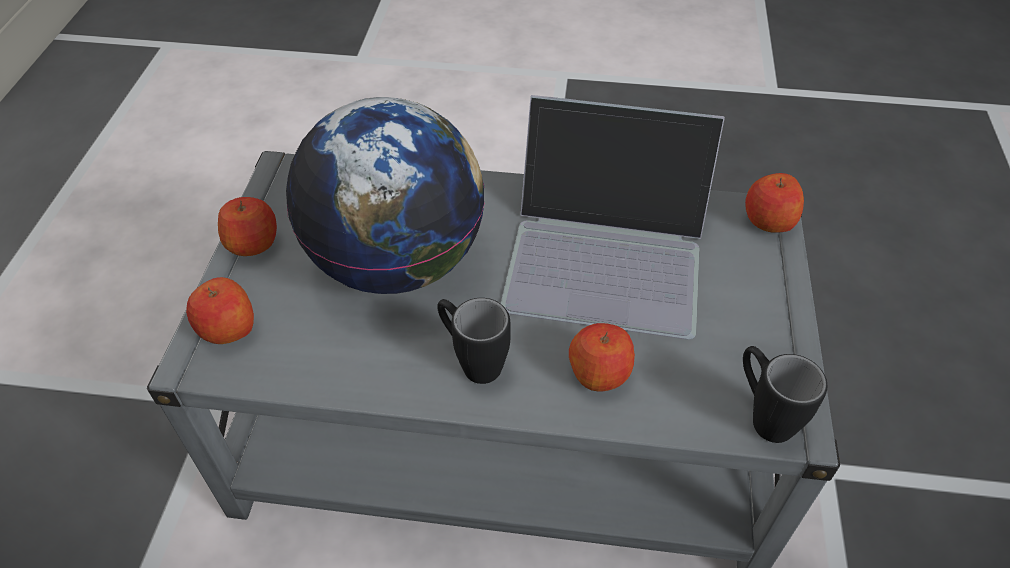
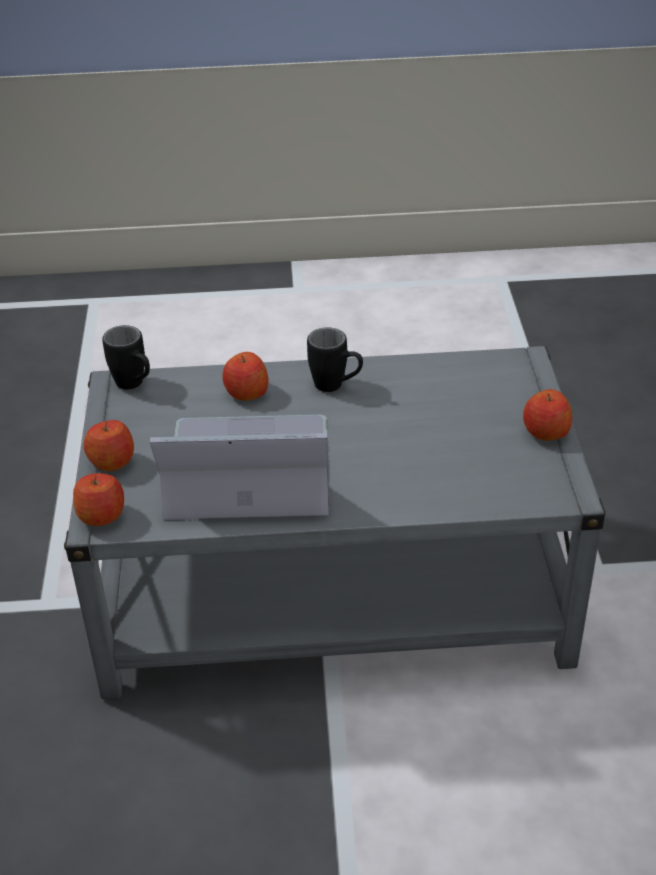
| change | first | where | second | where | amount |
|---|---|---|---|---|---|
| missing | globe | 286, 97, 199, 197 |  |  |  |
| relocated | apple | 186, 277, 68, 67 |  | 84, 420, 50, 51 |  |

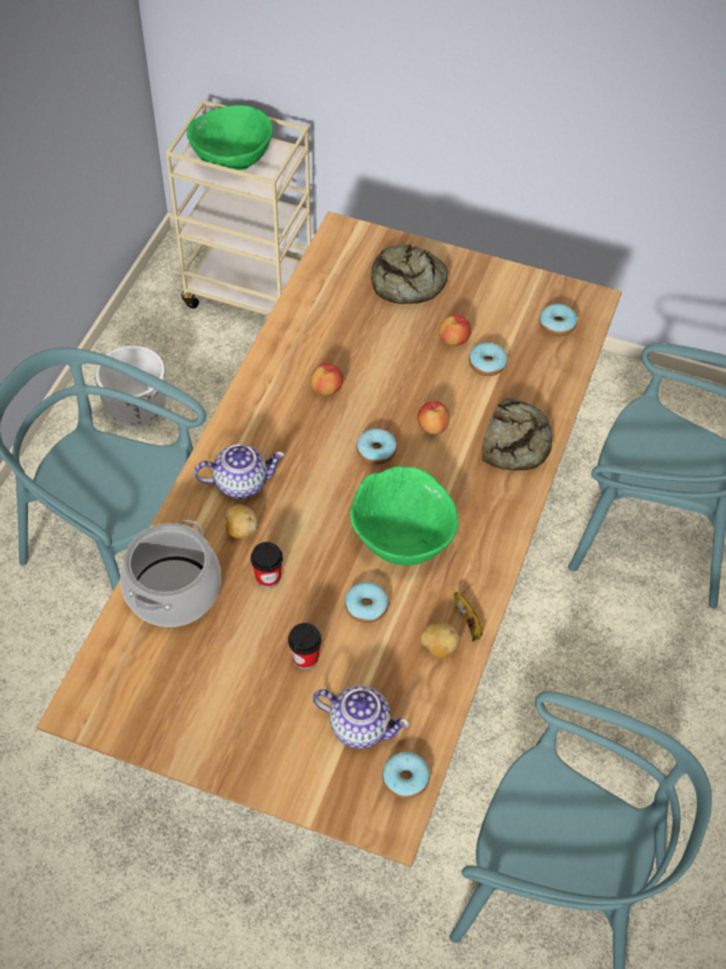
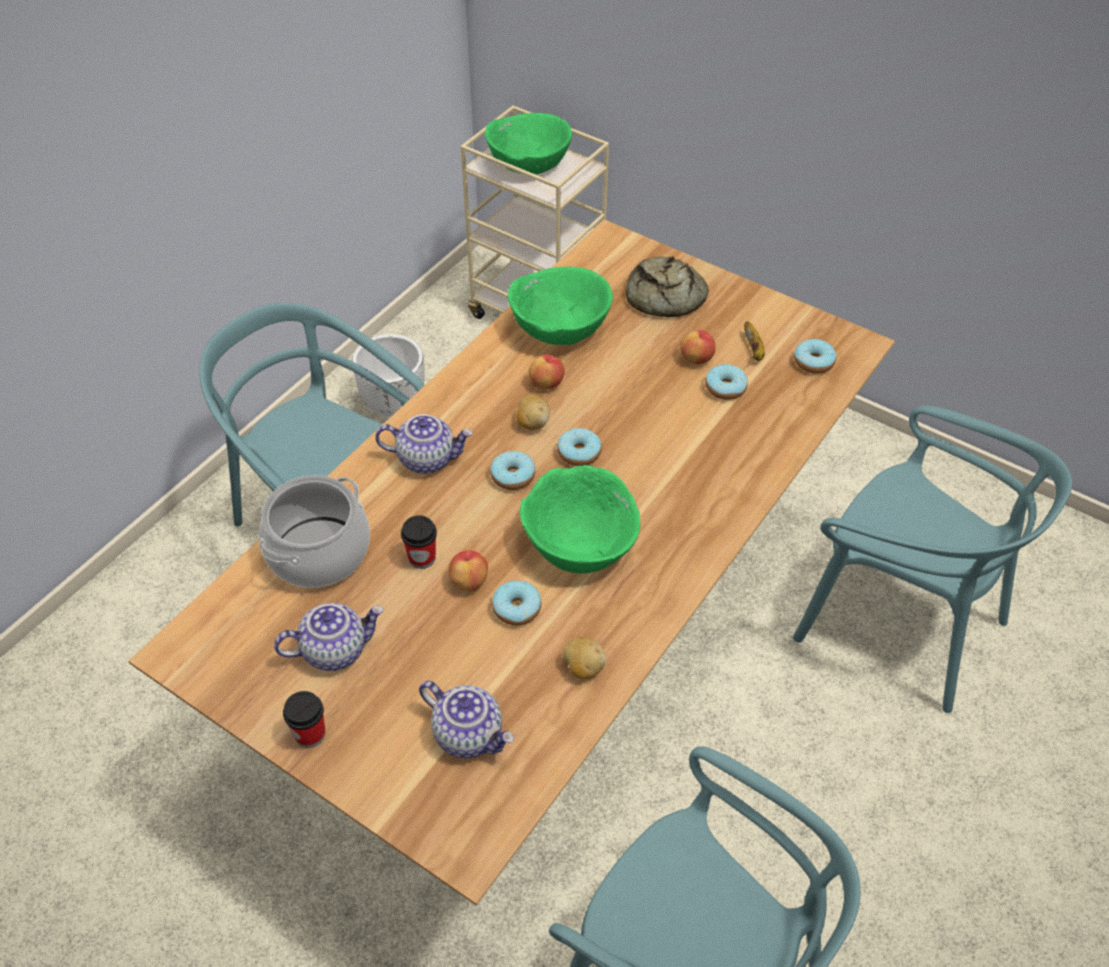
| change | first | where | second | where | amount |
|---|---|---|---|---|---|
| missing | bread | 482, 398, 70, 73 |  |  |  |
| relocated | apple | 417, 401, 33, 34 |  | 449, 550, 39, 41 |  |
| relocated | potato | 225, 504, 33, 35 |  | 516, 395, 34, 35 |  |
| relocated | banana | 454, 592, 29, 50 |  | 744, 321, 21, 40 |  |
| relocated | cup | 288, 623, 34, 47 |  | 283, 691, 42, 57 |  |
| relocated | donut | 382, 752, 48, 47 |  | 490, 450, 45, 40 |  |
| appeared |  |  | bowl (green) | 508, 267, 105, 78 |  |
| appeared |  |  | teapot | 274, 603, 110, 68 |  |

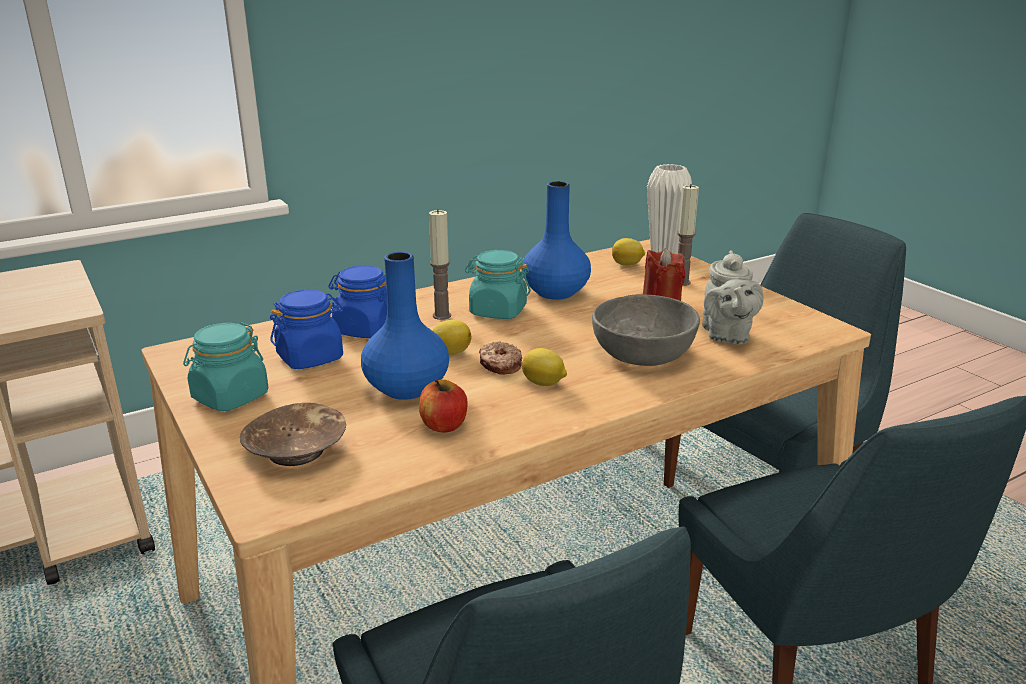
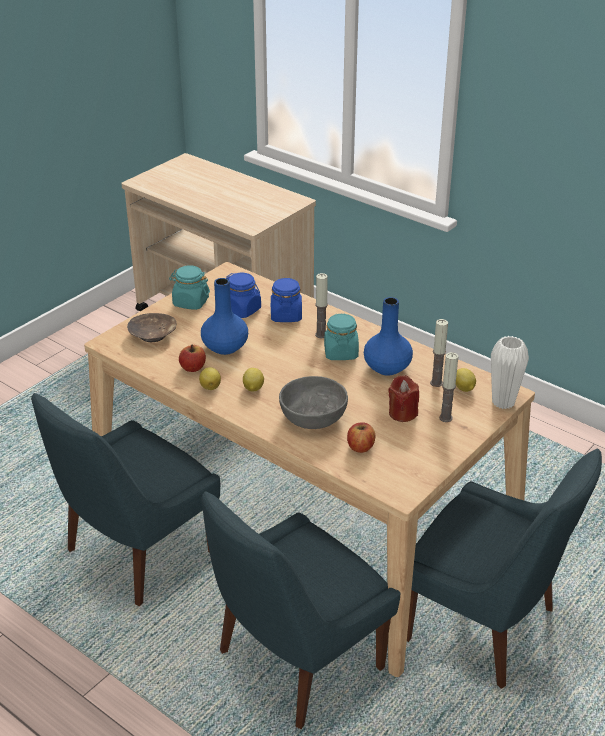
| change | first | where | second | where | amount |
|---|---|---|---|---|---|
| exchanged | teapot (grey) | 702, 250, 62, 94 | apple | 347, 422, 28, 31 |  |
| relocated | lemon | 433, 320, 38, 35 |  | 199, 367, 22, 23 |  |
| missing | donut | 479, 341, 43, 34 |  |  |  |
| appeared |  |  | candle | 430, 319, 18, 68 |  |

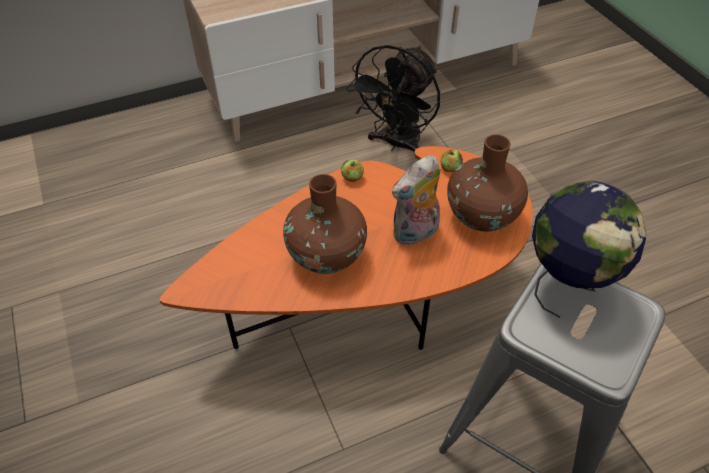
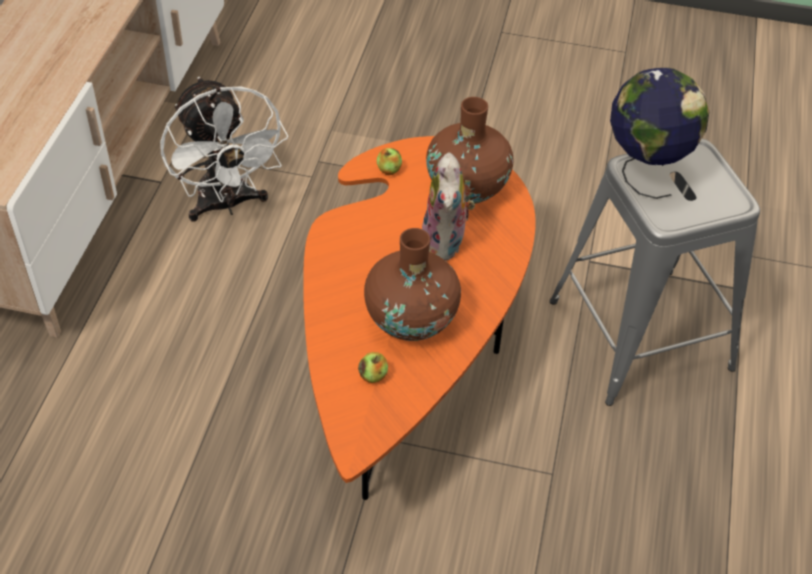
| change | first | where | second | where | amount |
|---|---|---|---|---|---|
| colour | fan (black) | 346, 45, 94, 107 | fan (white) | 160, 77, 129, 145 |  |
| relocated | apple | 341, 159, 23, 23 |  | 358, 352, 30, 31 |  |

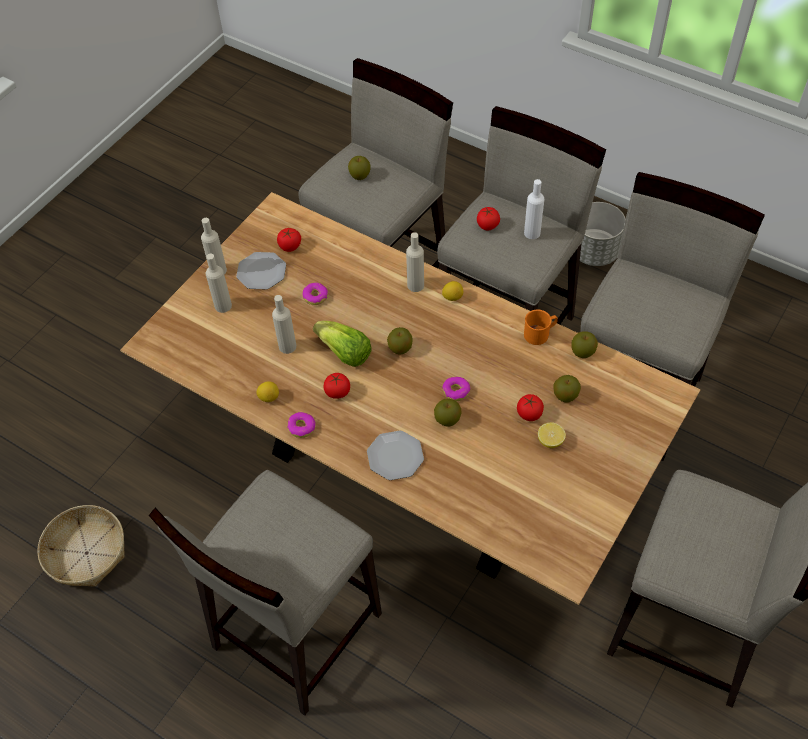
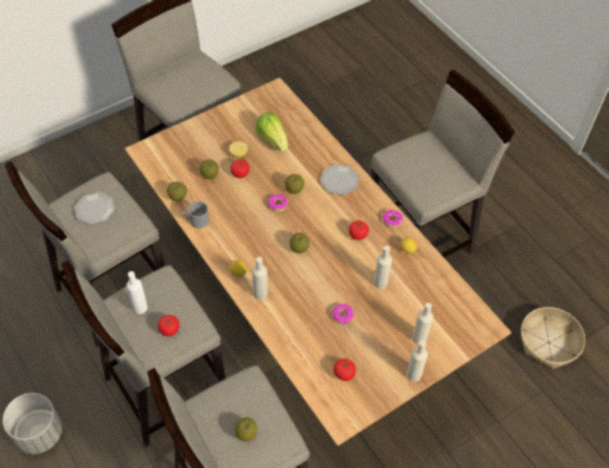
| change | first | where | second | where | amount |
|---|---|---|---|---|---|
| relocated | plate | 236, 252, 50, 37 |  | 75, 192, 40, 33 |  |
| colour | mug (orange) | 524, 309, 34, 36 | mug (grey) | 181, 201, 28, 27 |  |
| relocated | lettuce | 313, 321, 59, 46 |  | 256, 112, 32, 40 |  |

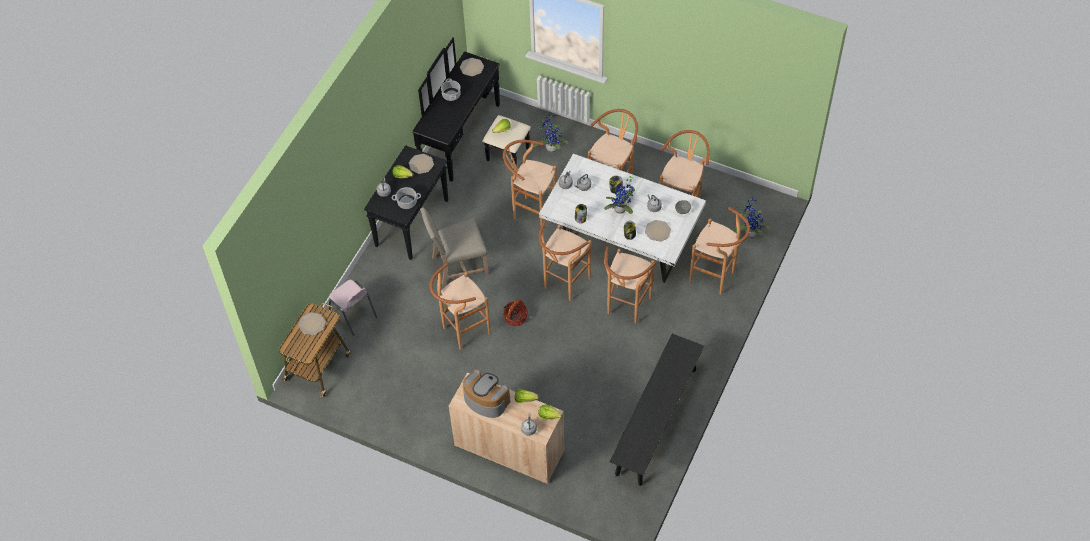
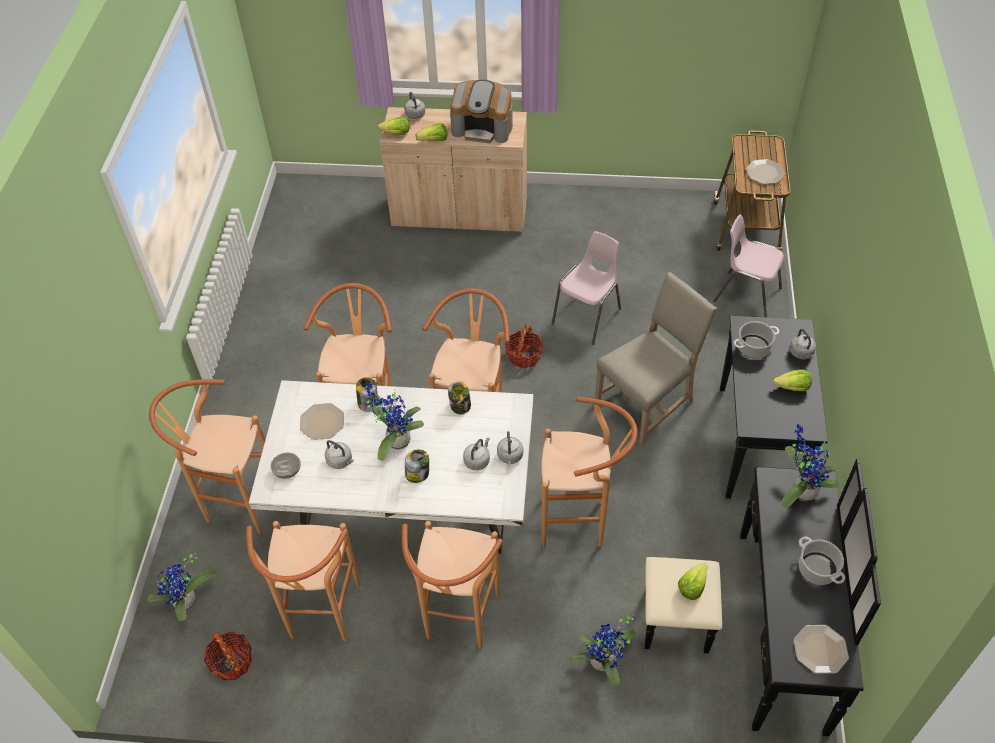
| change | first | where | second | where | amount |
|---|---|---|---|---|---|
| missing | plate | 409, 154, 25, 20 |  |  |  |
| exchanged | stool (brown) | 429, 263, 61, 87 | chair (pink) | 552, 231, 69, 114 |  |
| missing | bench (black) | 610, 334, 94, 152 |  |  |  |
| appeared |  |  | potted plant | 781, 424, 59, 83 |  |
| appeared |  |  | basket | 204, 631, 48, 49 |  |

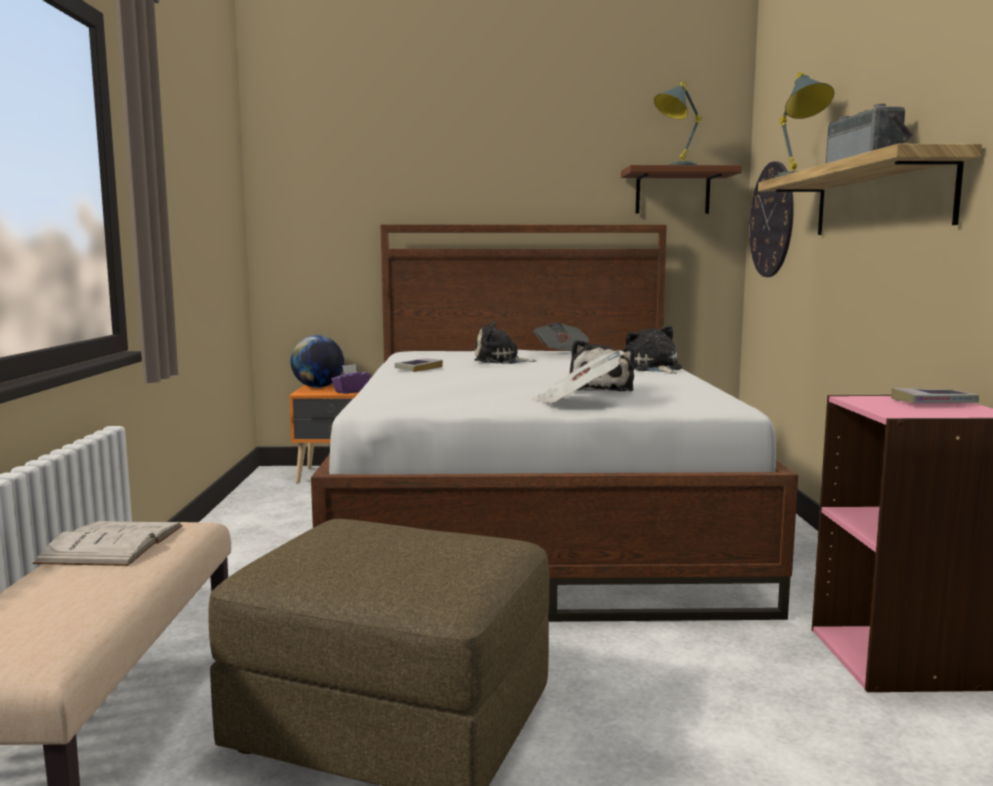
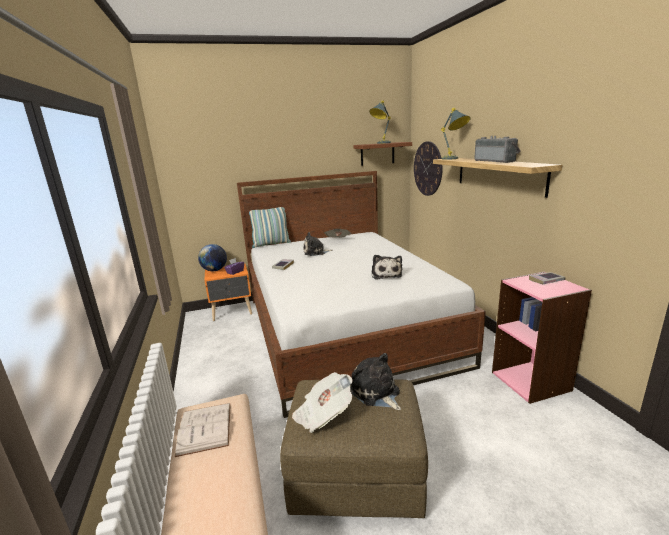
| change | first | where | second | where | amount |
|---|---|---|---|---|---|
| relocated | plush toy | 625, 326, 57, 48 |  | 351, 353, 50, 57 |  |
| relocated | newspaper | 532, 350, 93, 53 |  | 292, 372, 61, 61 |  |
| appeared |  |  | pillow | 249, 207, 42, 41 |  |

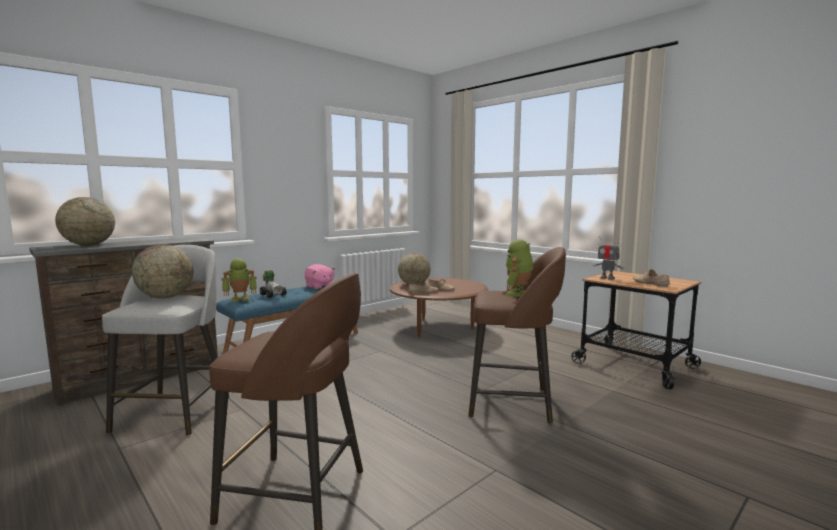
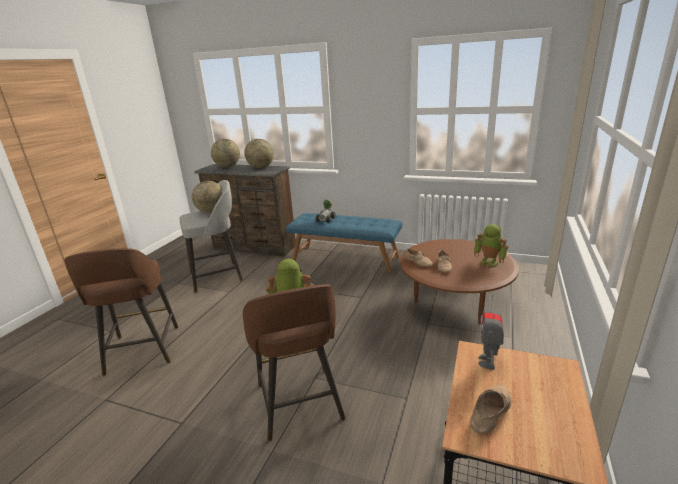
| change | first | where | second | where | amount |
|---|---|---|---|---|---|
| relocated | globe | 398, 253, 32, 32 |  | 244, 139, 30, 29 |  |
| relocated | toy robot | 222, 258, 35, 44 |  | 474, 224, 34, 44 |  |
| missing | plush toy (pink) | 305, 264, 30, 25 |  |  |  |

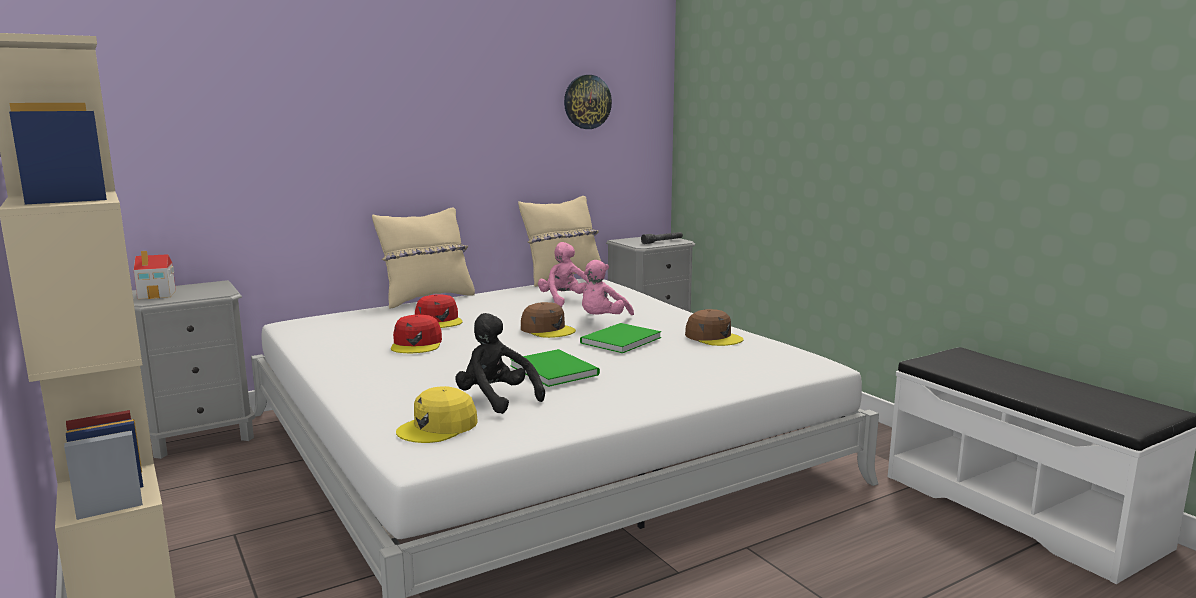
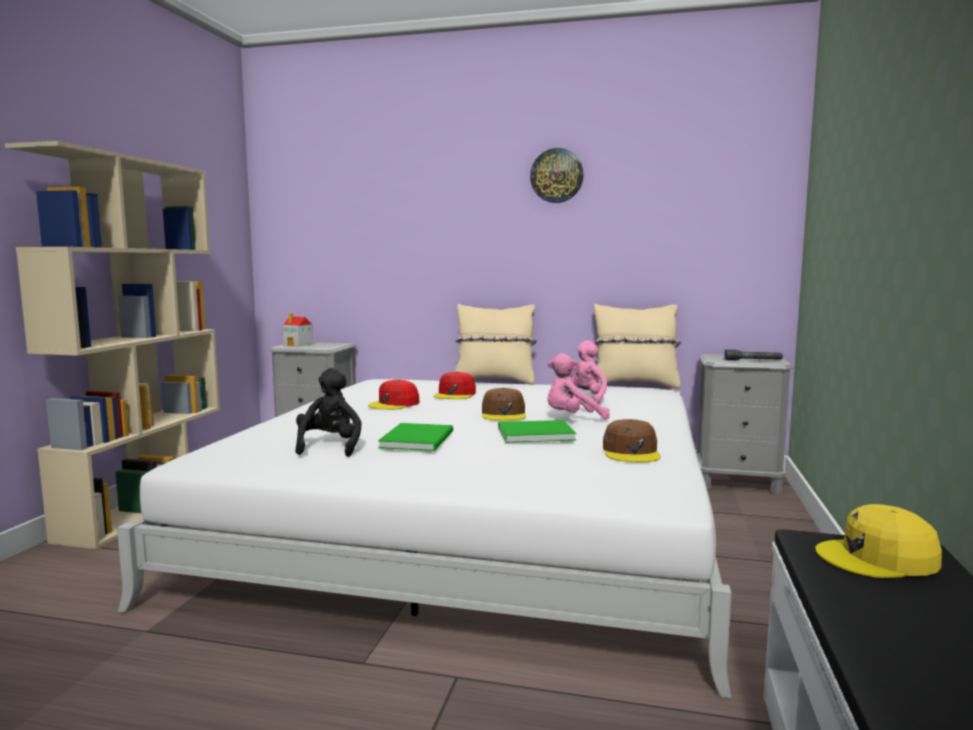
| change | first | where | second | where | amount |
|---|---|---|---|---|---|
| relocated | wall clock | 564, 75, 48, 54 |  | 530, 148, 53, 55 |  |
| relocated | cap (yellow) | 396, 386, 82, 57 |  | 815, 504, 127, 74 |  |

